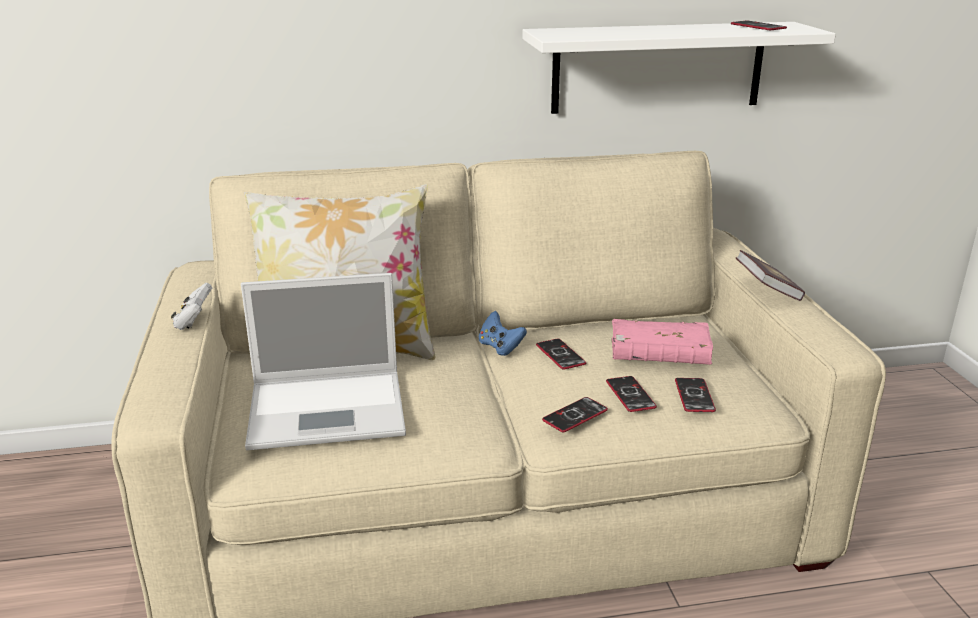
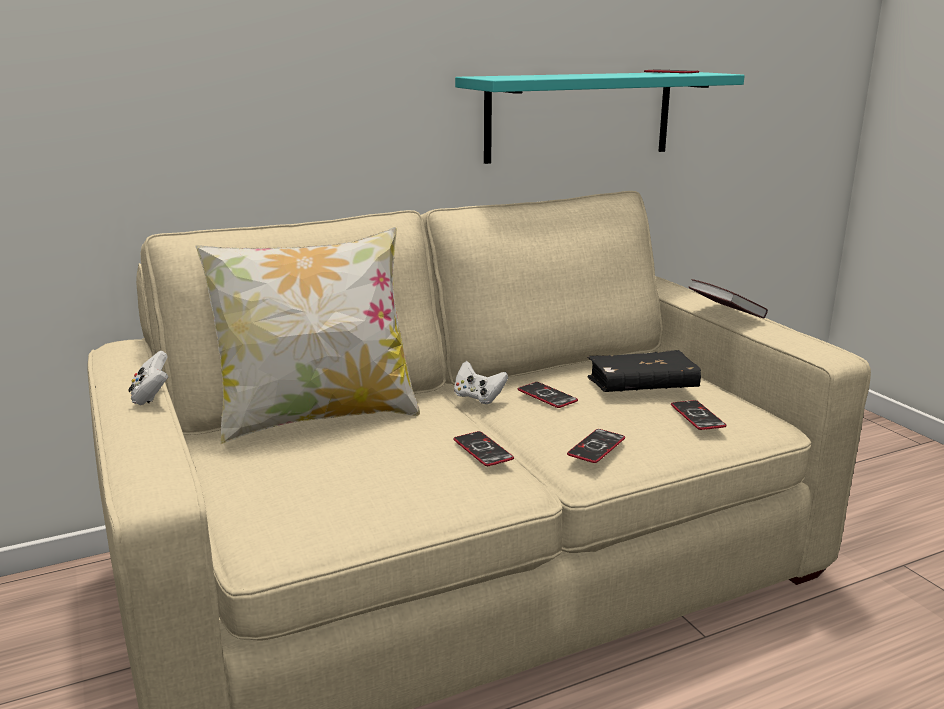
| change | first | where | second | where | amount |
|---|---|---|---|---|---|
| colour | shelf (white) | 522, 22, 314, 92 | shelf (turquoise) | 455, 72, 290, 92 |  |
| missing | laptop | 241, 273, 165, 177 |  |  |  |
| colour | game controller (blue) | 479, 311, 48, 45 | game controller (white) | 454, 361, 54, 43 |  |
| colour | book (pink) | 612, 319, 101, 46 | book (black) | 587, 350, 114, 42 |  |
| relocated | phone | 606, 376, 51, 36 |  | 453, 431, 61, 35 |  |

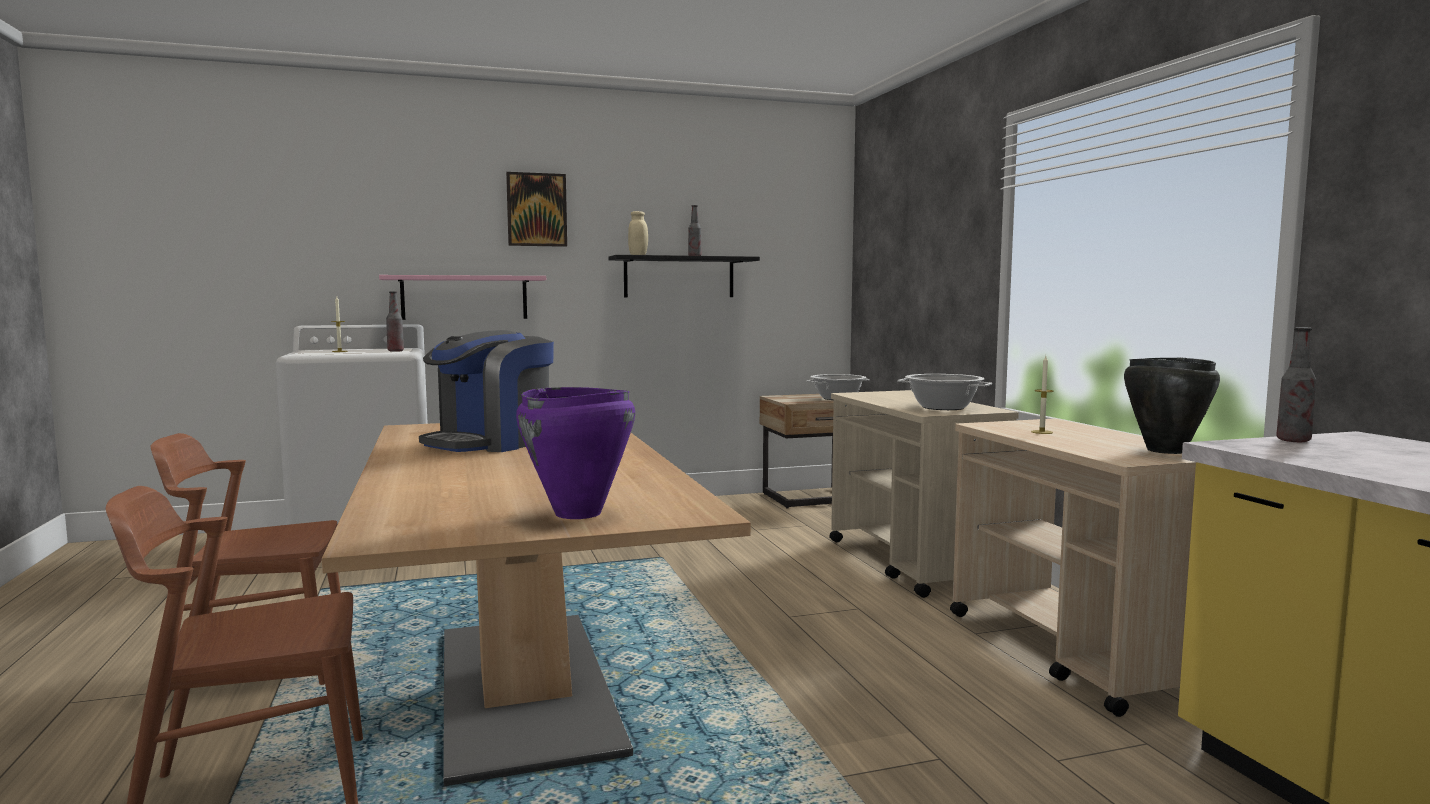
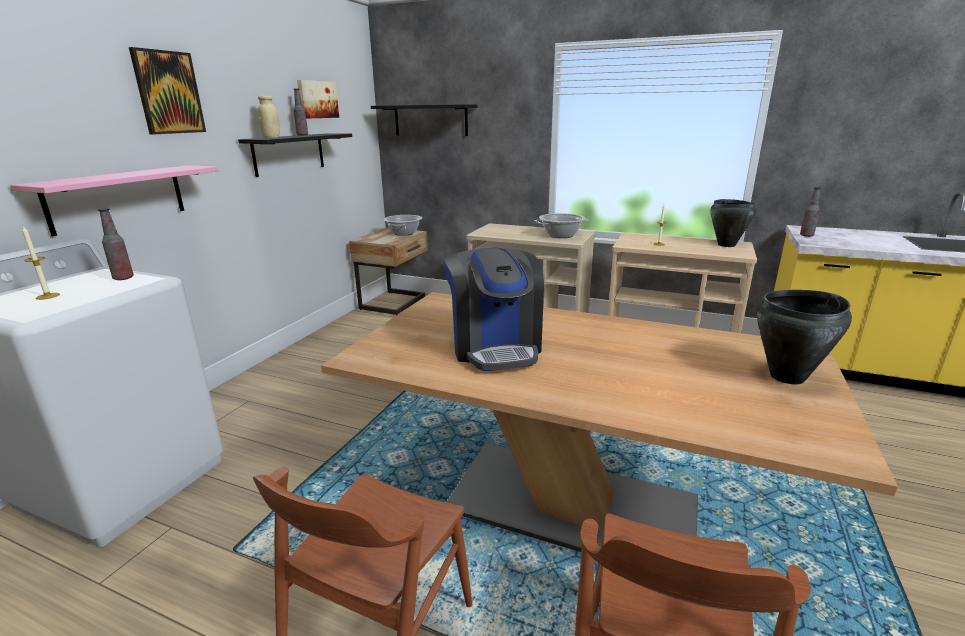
| change | first | where | second | where | amount |
|---|---|---|---|---|---|
| colour | cooking pot (purple) | 516, 387, 119, 132 | cooking pot (black) | 756, 290, 96, 94 |  |
| appeared |  |  | picture | 297, 80, 42, 39 |  |
| appeared |  |  | shelf (black) | 371, 104, 106, 32 |  |

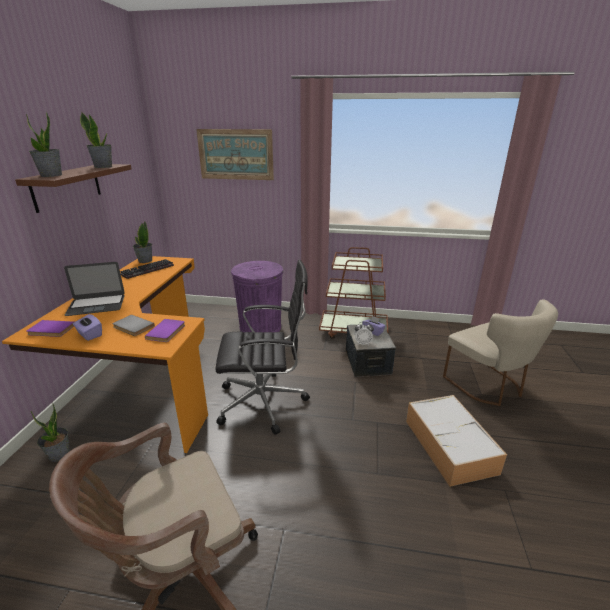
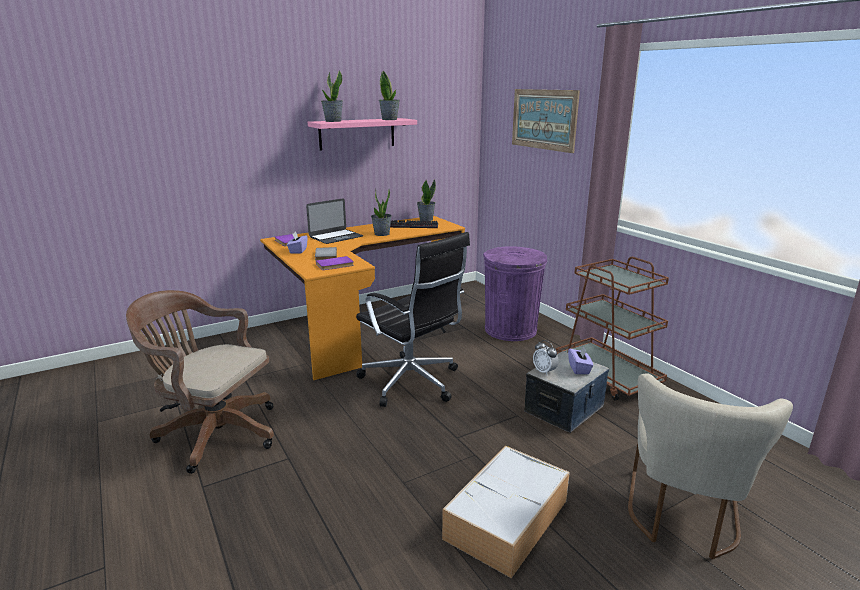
| change | first | where | second | where | amount |
|---|---|---|---|---|---|
| colour | shelf (brown) | 15, 164, 117, 49 | shelf (pink) | 308, 118, 109, 32 |  |
| spun | laptop | 64, 262, 61, 54 |  | 306, 198, 57, 46 | 75 degrees counterclockwise |
| relocated | potted plant | 31, 403, 39, 59 |  | 371, 189, 21, 47 |  |

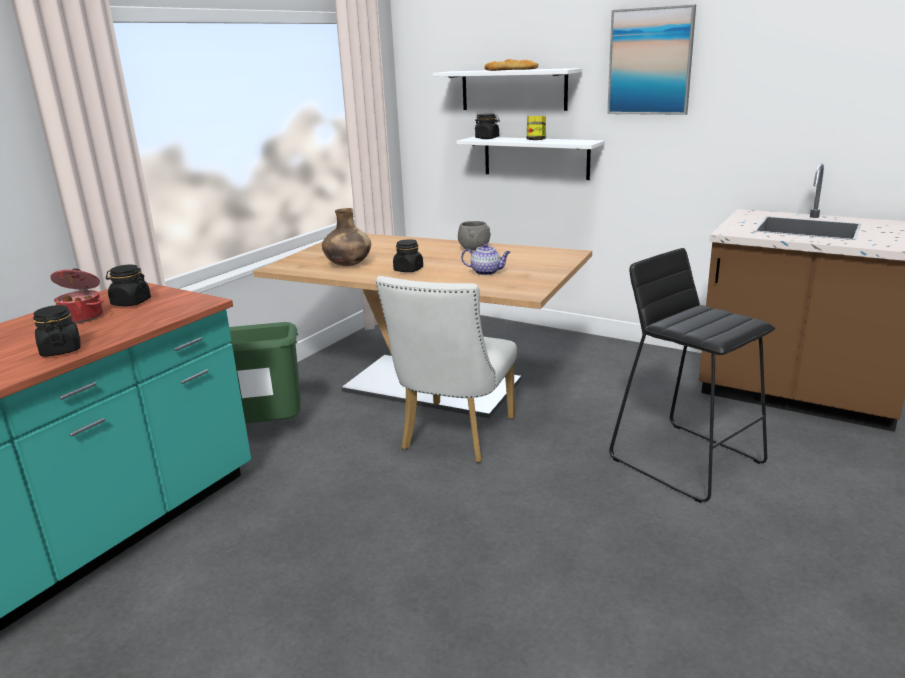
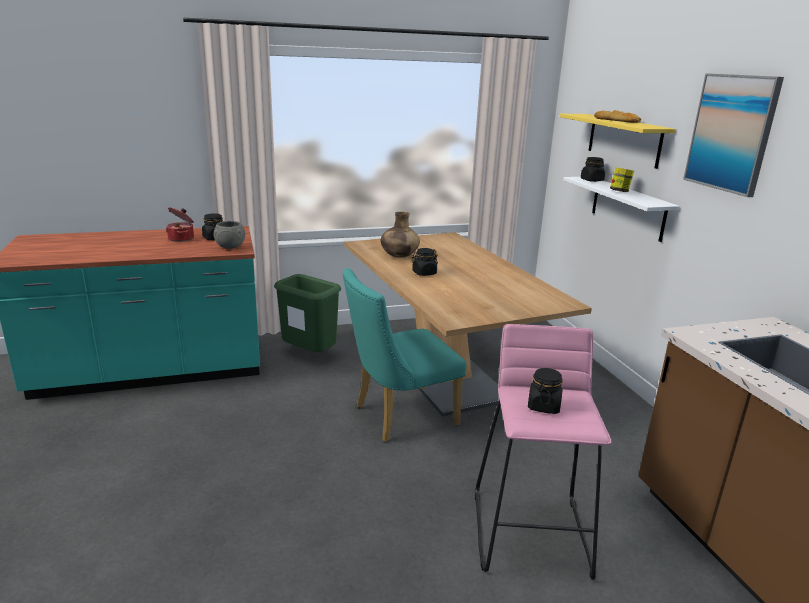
| change | first | where | second | where | amount |
|---|---|---|---|---|---|
| colour | shelf (white) | 433, 68, 149, 43 | shelf (yellow) | 559, 114, 117, 55 |  |
| relocated | bowl (grey) | 458, 221, 33, 30 |  | 214, 221, 31, 28 |  |
| missing | teapot | 461, 243, 50, 32 |  |  |  |
| colour | stool (black) | 609, 248, 166, 255 | stool (pink) | 475, 324, 137, 256 |  |
| colour | chair (white) | 376, 276, 141, 187 | chair (turquoise) | 343, 268, 124, 174 |  |
| relocated | jar (black) | 33, 305, 48, 52 |  | 528, 368, 35, 46 |  |

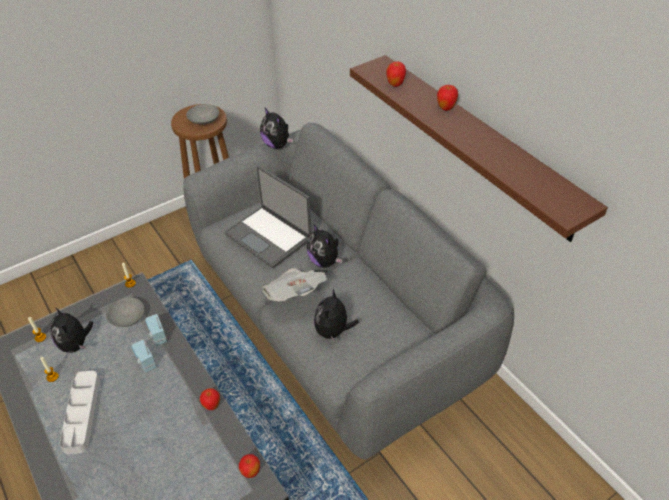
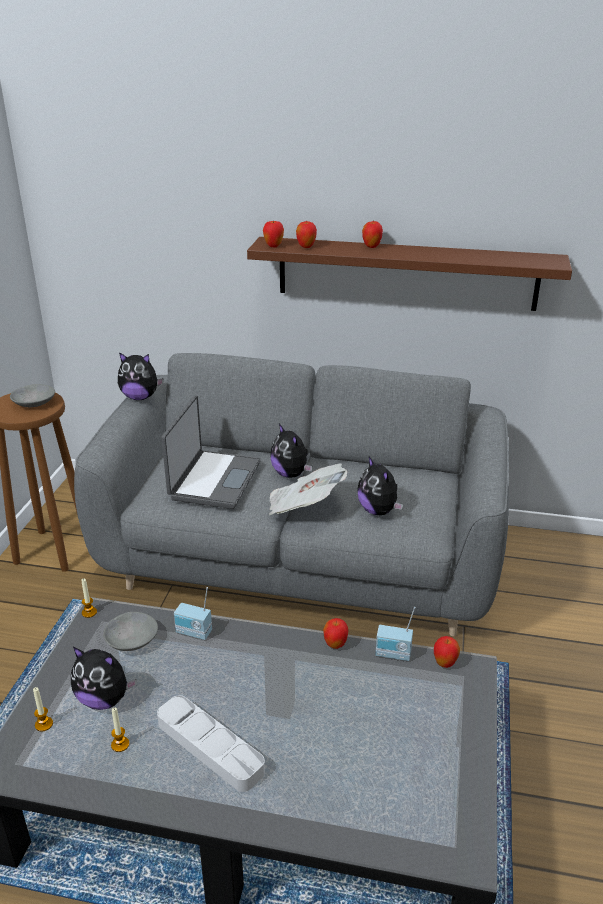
| change | first | where | second | where | amount |
|---|---|---|---|---|---|
| spun | laptop | 224, 166, 88, 102 |  | 161, 395, 100, 114 | 75 degrees counterclockwise |
| spun | plush toy | 307, 224, 36, 44 |  | 270, 424, 42, 54 | 45 degrees clockwise |
| relocated | radio | 131, 340, 25, 33 |  | 375, 607, 41, 54 |  |
| appeared |  |  | apple | 263, 220, 21, 27 |  |

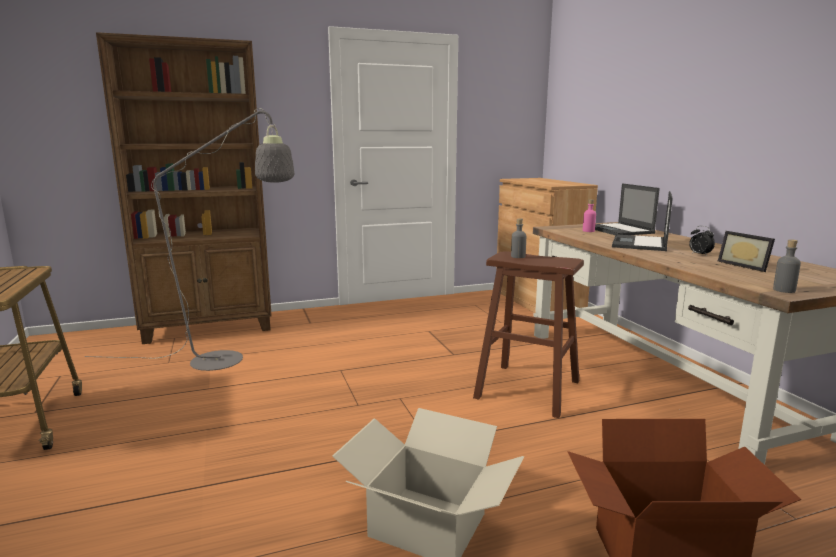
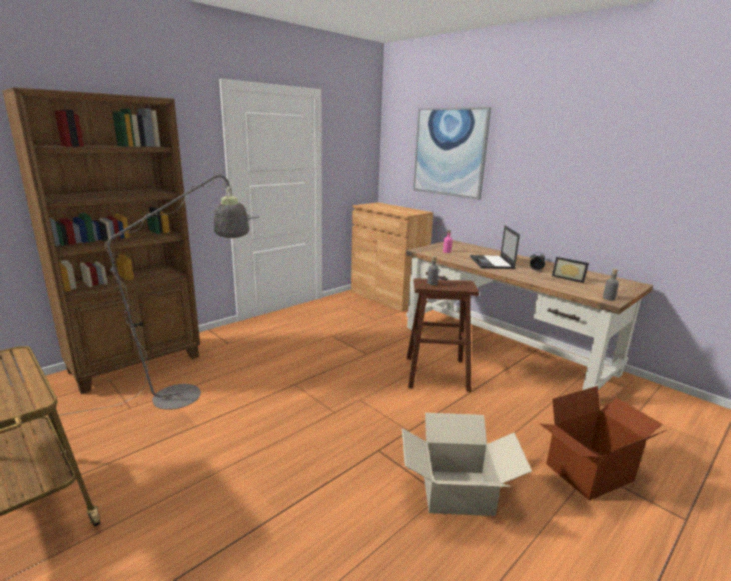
| change | first | where | second | where | amount |
|---|---|---|---|---|---|
| missing | laptop | 595, 183, 65, 52 |  |  |  |
| appeared |  |  | picture | 413, 107, 78, 93 |  |

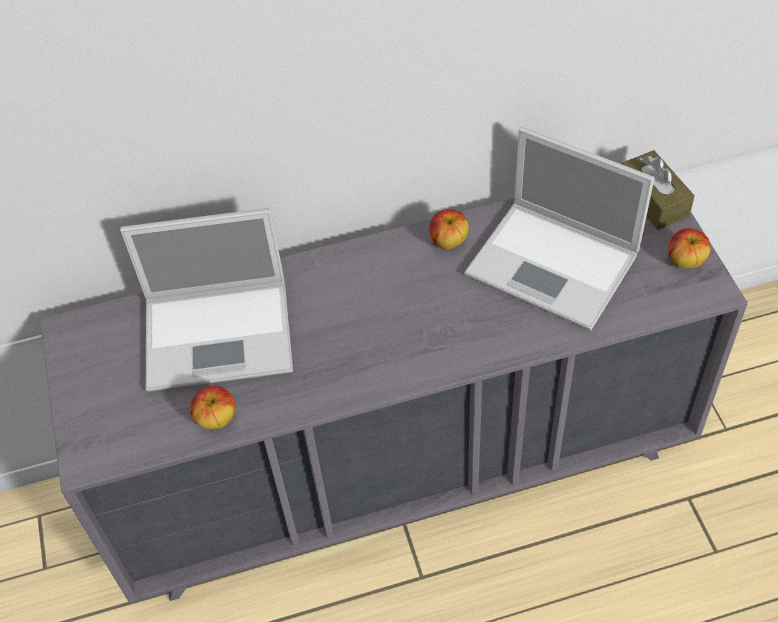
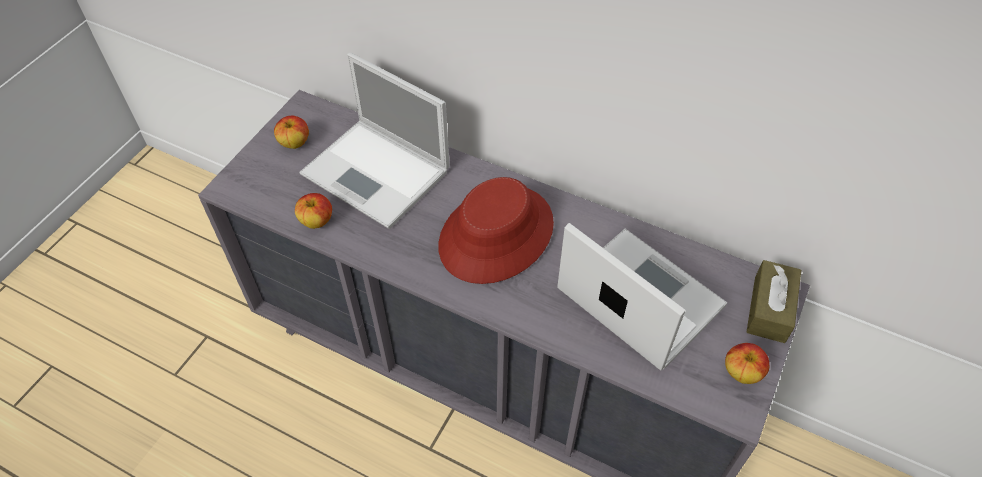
| change | first | where | second | where | amount |
|---|---|---|---|---|---|
| spun | laptop | 464, 127, 191, 204 |  | 557, 223, 170, 147 | 150 degrees clockwise |
| relocated | apple | 430, 209, 39, 41 |  | 274, 116, 35, 33 |  |
| appeared |  |  | hat (red) | 438, 177, 116, 107 |  |

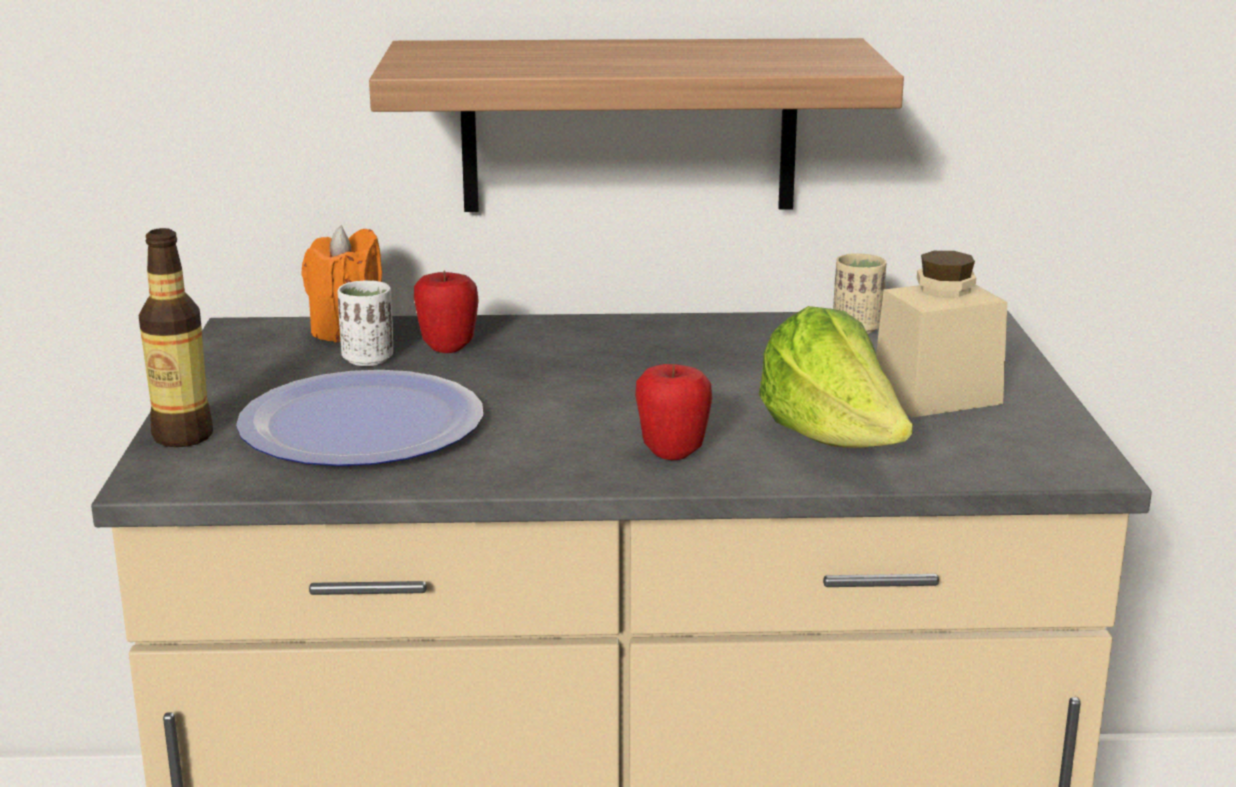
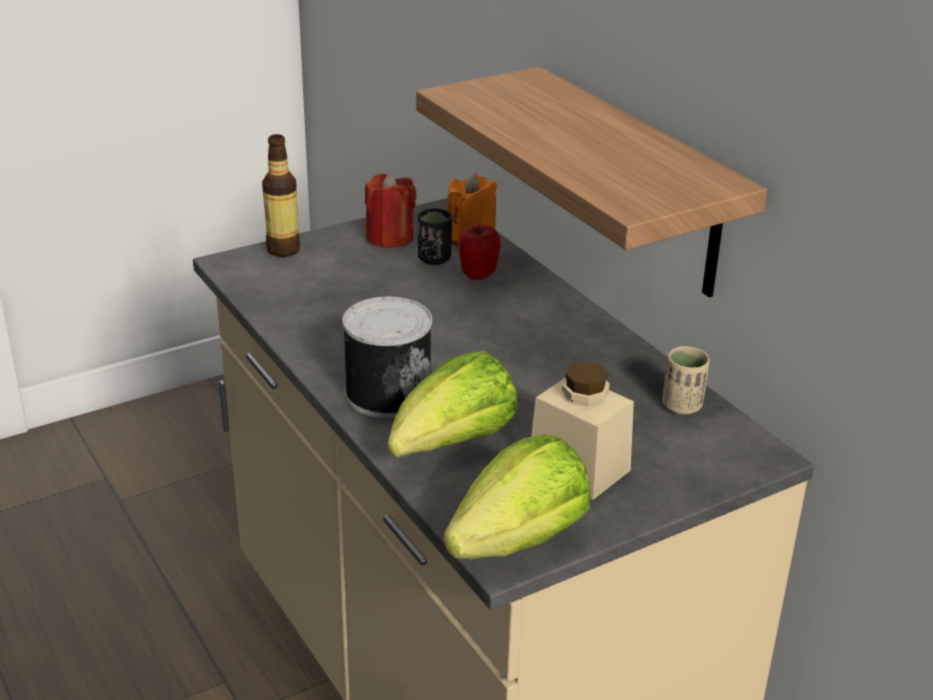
| change | first | where | second | where | amount |
|---|---|---|---|---|---|
| colour | cup (white) | 337, 280, 56, 86 | cup (black) | 418, 208, 34, 57 |  |
| exchanged | apple | 635, 364, 77, 96 | can | 342, 297, 90, 121 |  |
| missing | plate | 236, 370, 247, 96 |  |  |  |
| appeared |  |  | candle (red) | 365, 172, 51, 76 |  |
| appeared |  |  | lettuce | 444, 435, 146, 124 |  |

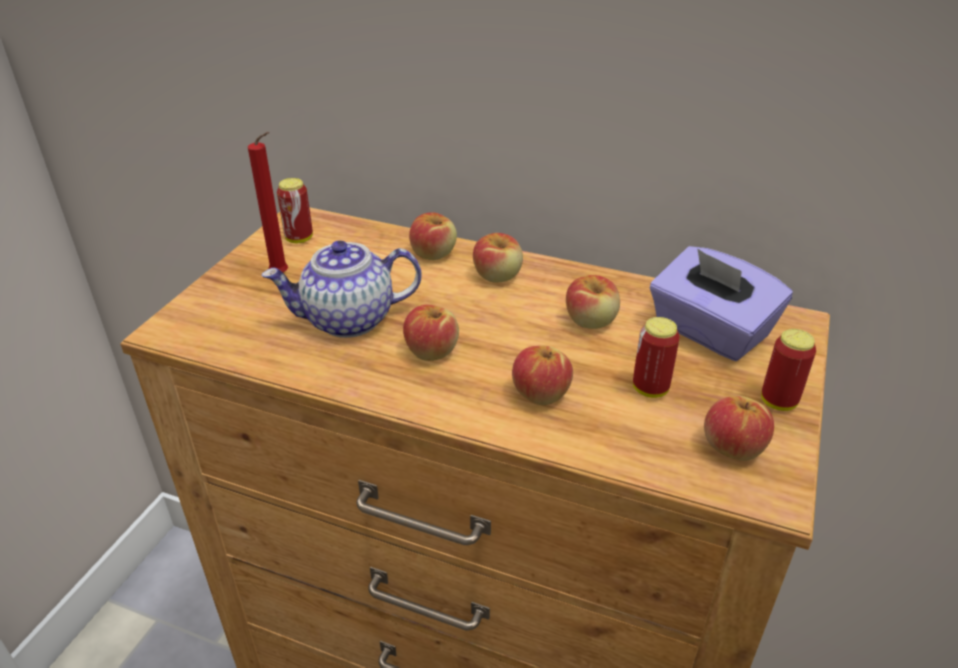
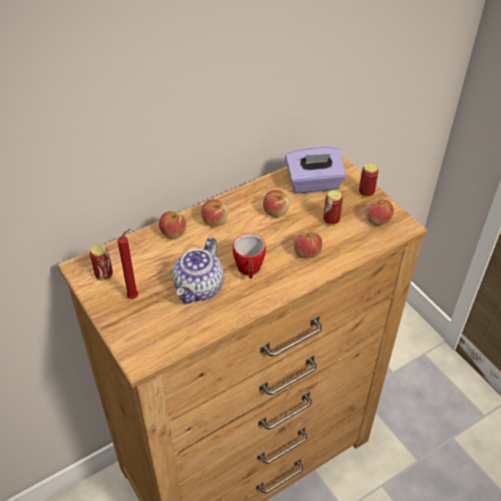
| change | first | where | second | where | amount |
|---|---|---|---|---|---|
| exchanged | apple | 403, 305, 56, 56 | mug | 233, 234, 33, 45 |  |

